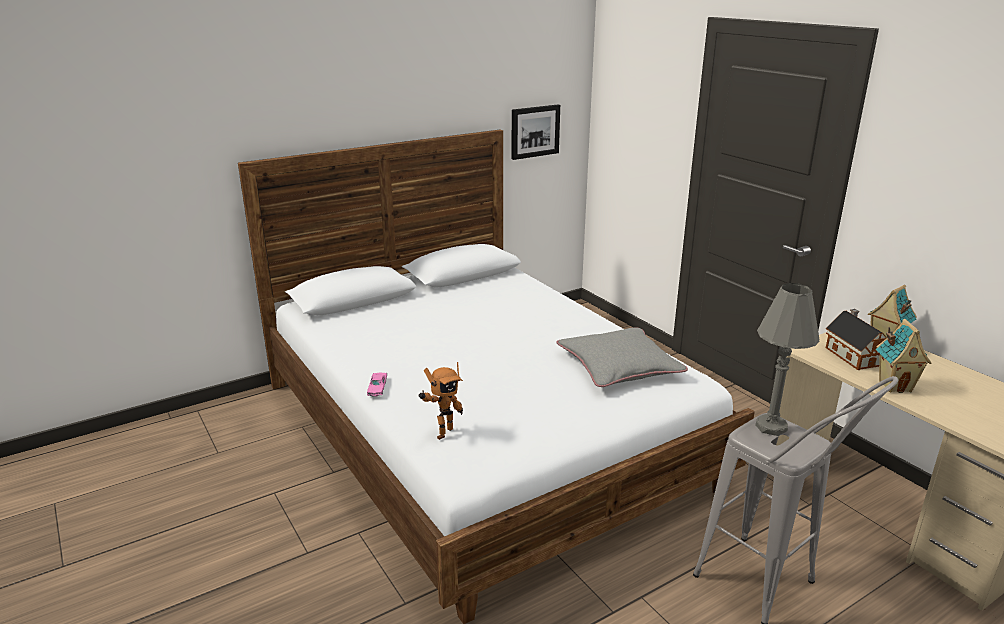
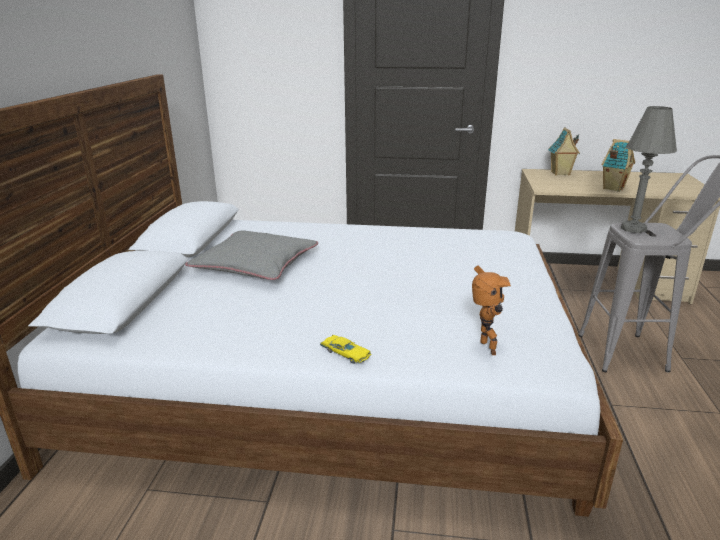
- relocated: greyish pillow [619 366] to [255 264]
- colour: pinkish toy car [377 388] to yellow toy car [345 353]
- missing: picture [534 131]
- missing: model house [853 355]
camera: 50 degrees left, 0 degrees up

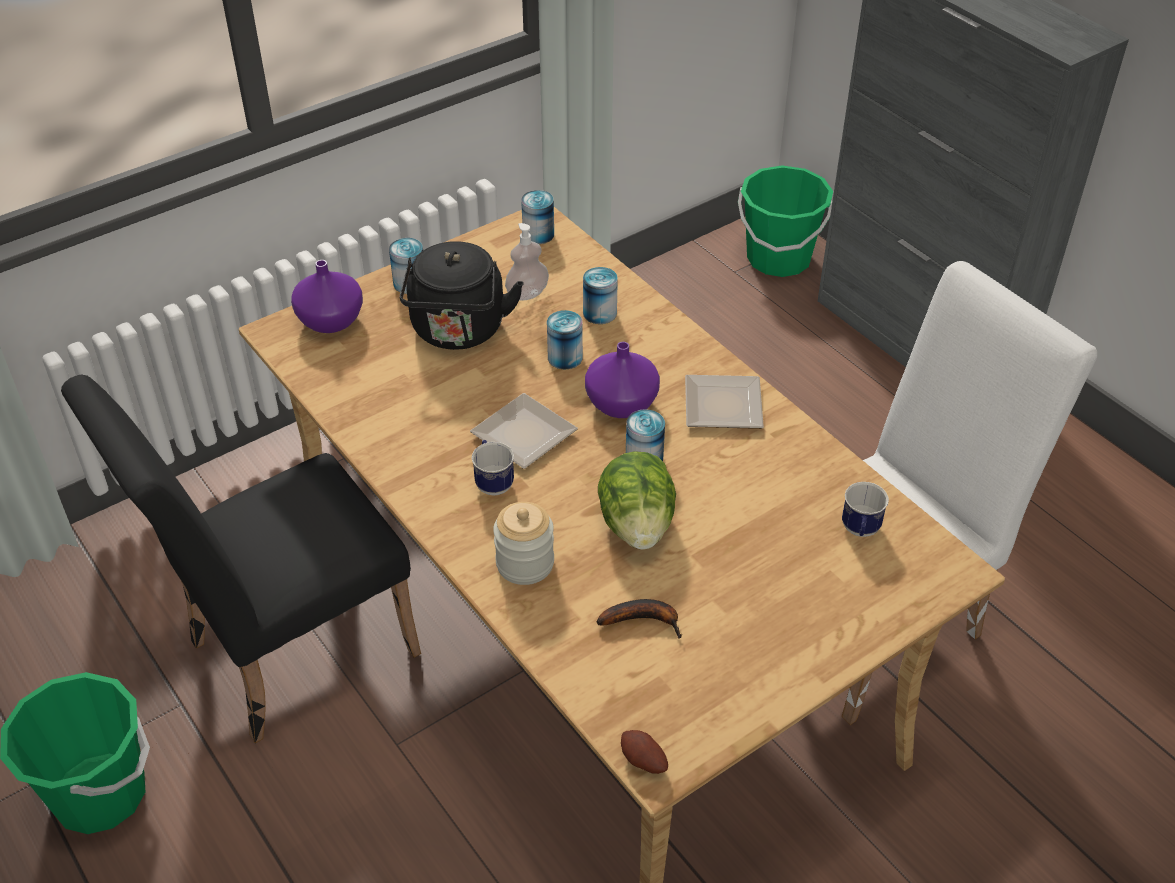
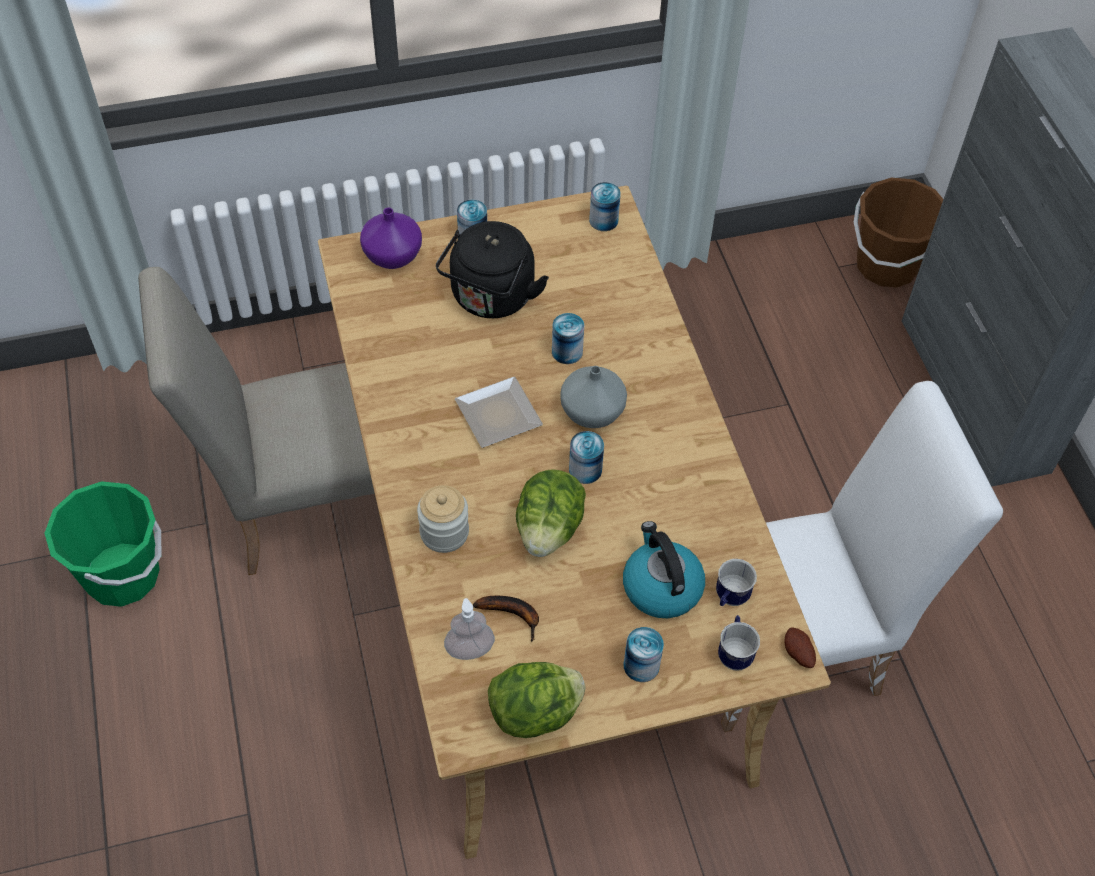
- colour: black-coloured plain chair [287 654] to beige plain chair [301 508]
- relocated: soap bottle [527 293] to [469 649]
- appeared: head of lettuce [536 713]
- colour: purple-coloured decorative vase [620 403] to greyish decorative vase [592 410]
- appeared: water kettle [661 587]
- relocated: can [600 313] to [641 665]
- relocated: tea mug [493 482] to [734 652]
- relocated: potato [642 762] to [797 654]
- colour: green water bucket [778 259] to brown water bucket [886 265]
- missing: dinner plate [720 408]
camera: 20 degrees right, 10 degrees up

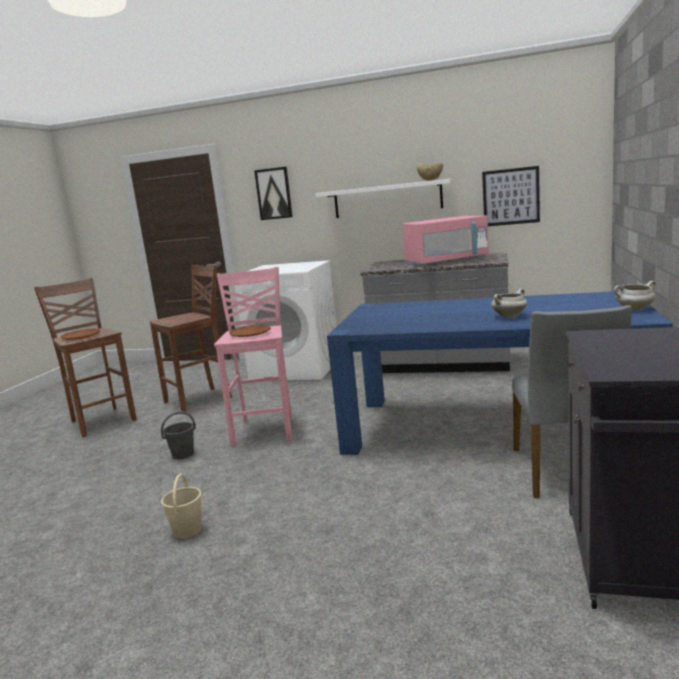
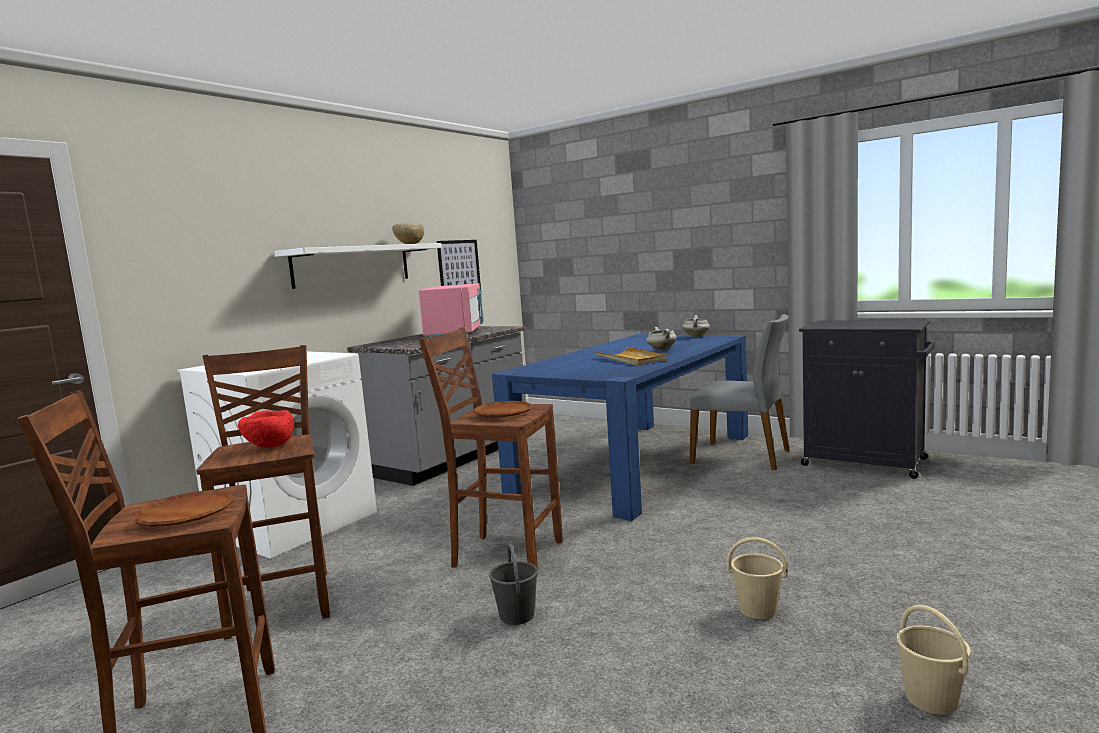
- appeared: reddish deep dish [269 447]
- colour: pinkish stool seat [265 429] to brown stool seat [505 554]
- appeared: beige tray [631 359]
- appeared: beige water bucket [930 699]
- missing: picture [274 193]
camera: 70 degrees left, 5 degrees down

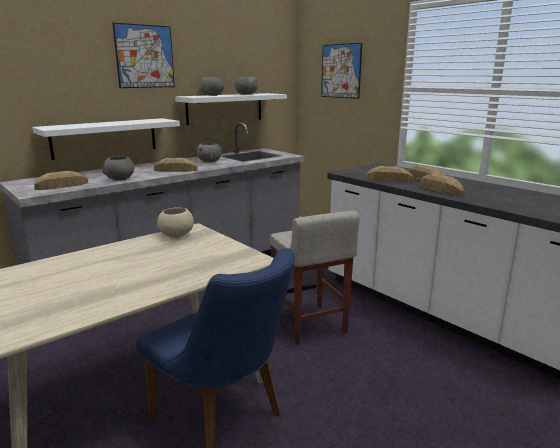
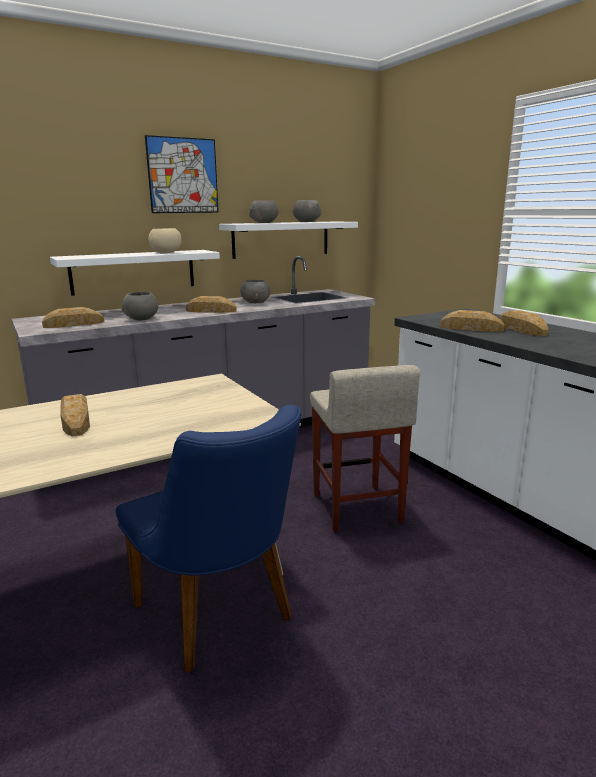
- relocated: bread [440 189] to [76 421]
- relocated: beige deep dish [176 235] to [165 253]
- missing: picture [341 71]
camera: 10 degrees right, 0 degrees up

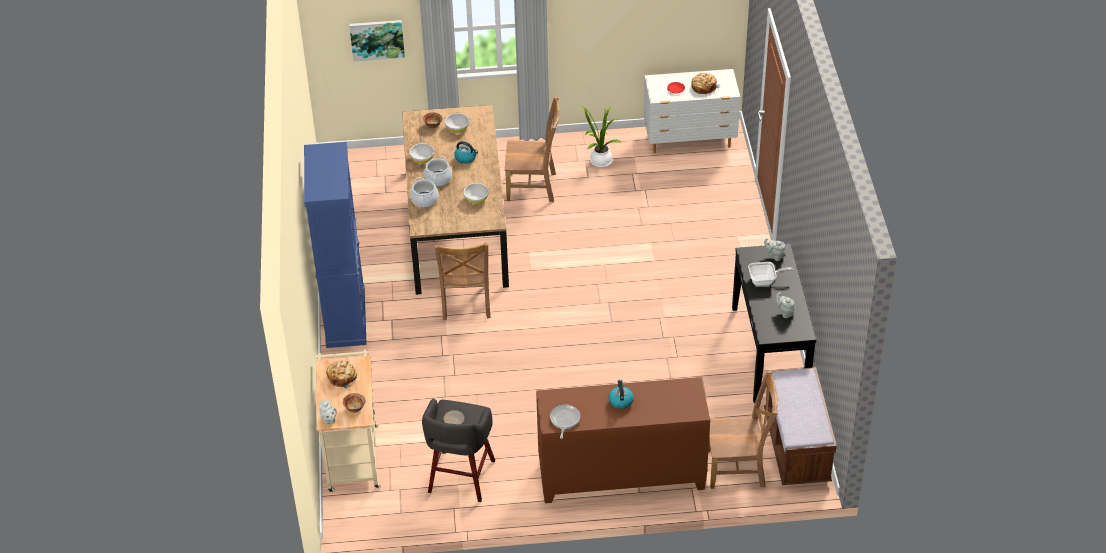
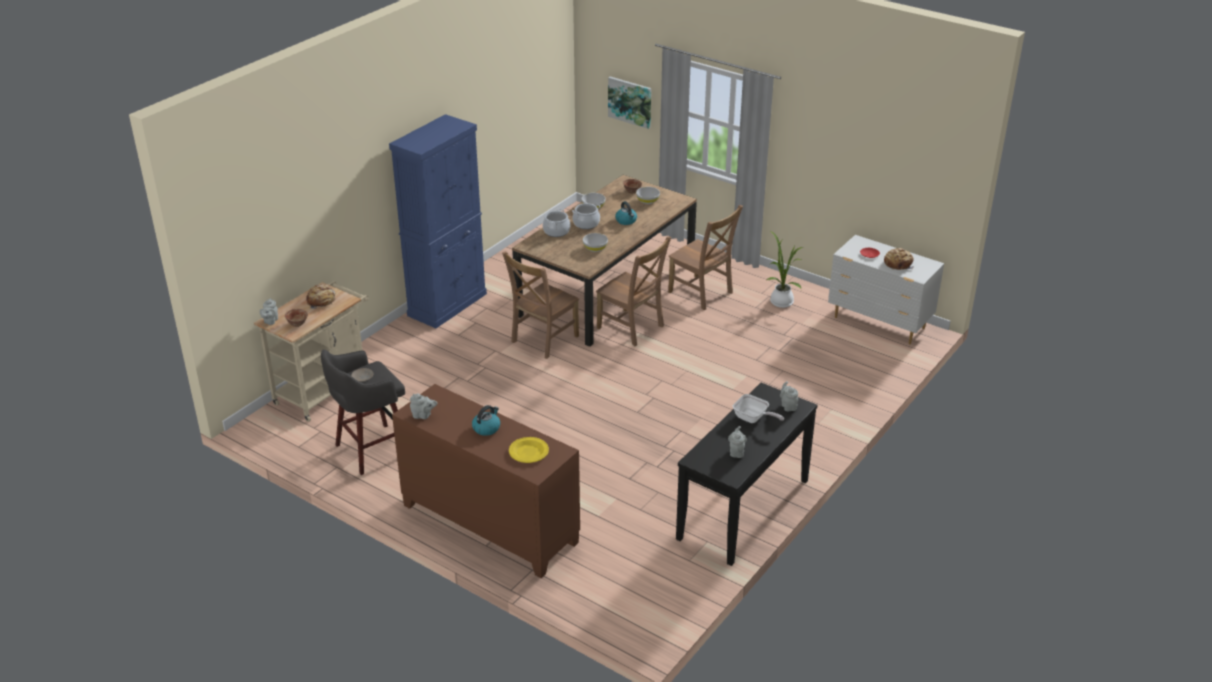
- exchanged: pan [564 420] to greyish teapot [423 415]
- appeared: yellow dinner plate [528 452]
- relocated: brown plain chair [738 468] to [632 328]
- missing: brown bench [797 448]
camera: 40 degrees right, 10 degrees down

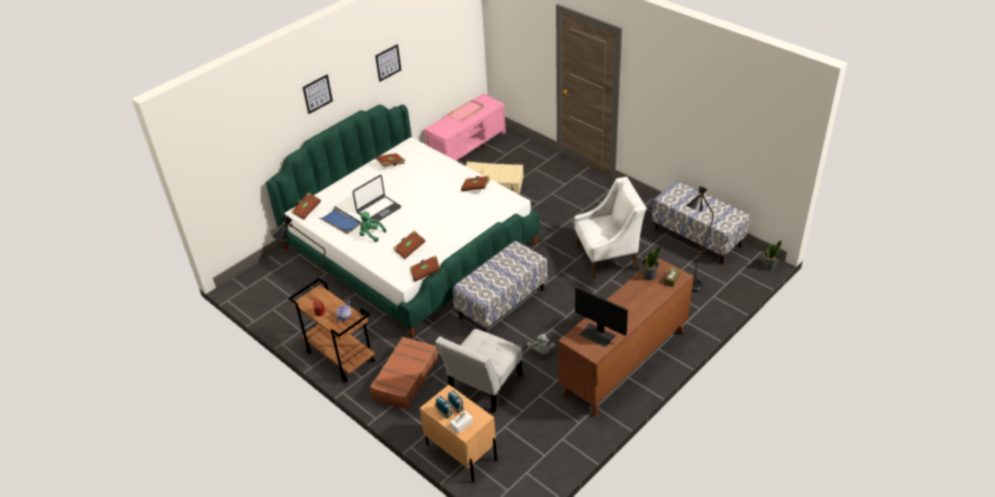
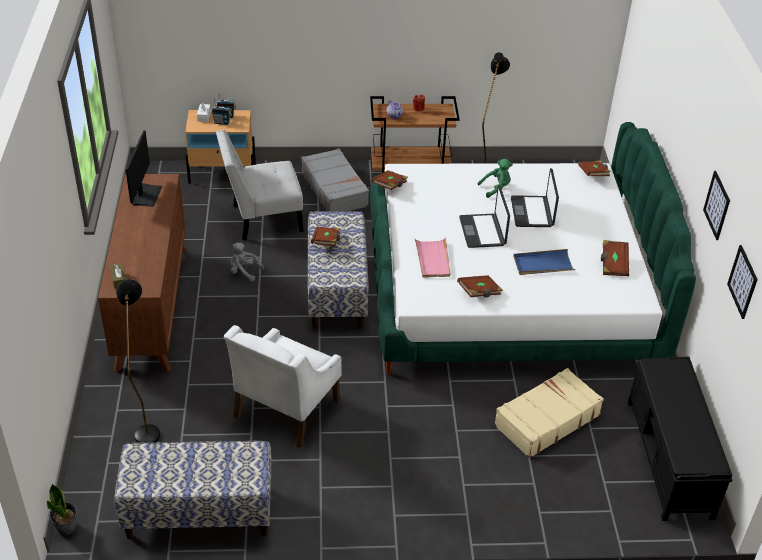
- spun: computer display [598 334] = [146 195] 105 degrees clockwise
- spun: whitish plain chair [483 386] = [262 219] 90 degrees counterclockwise
- colour: brown travel case [405 378] to greyish travel case [335 189]
- relocated: brown volume [409 249] to [326 242]
- relocated: pinkish tray [466 112] to [432 259]
- appeared: portable computer [483 231]
- relocated: blue tray [341 222] to [543 264]
- colour: pinkish bench [467 146] to black-coloured bench [669 459]
- relocated: picture [317 94] to [742 281]
- missing: plant in a pot [648 275]
camera: 130 degrees right, 0 degrees up

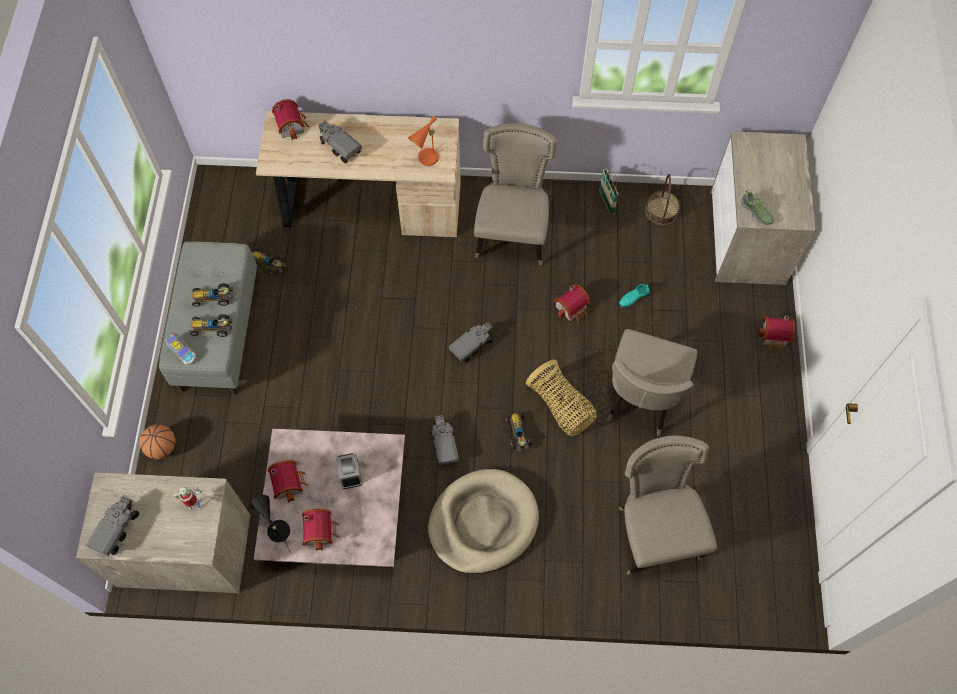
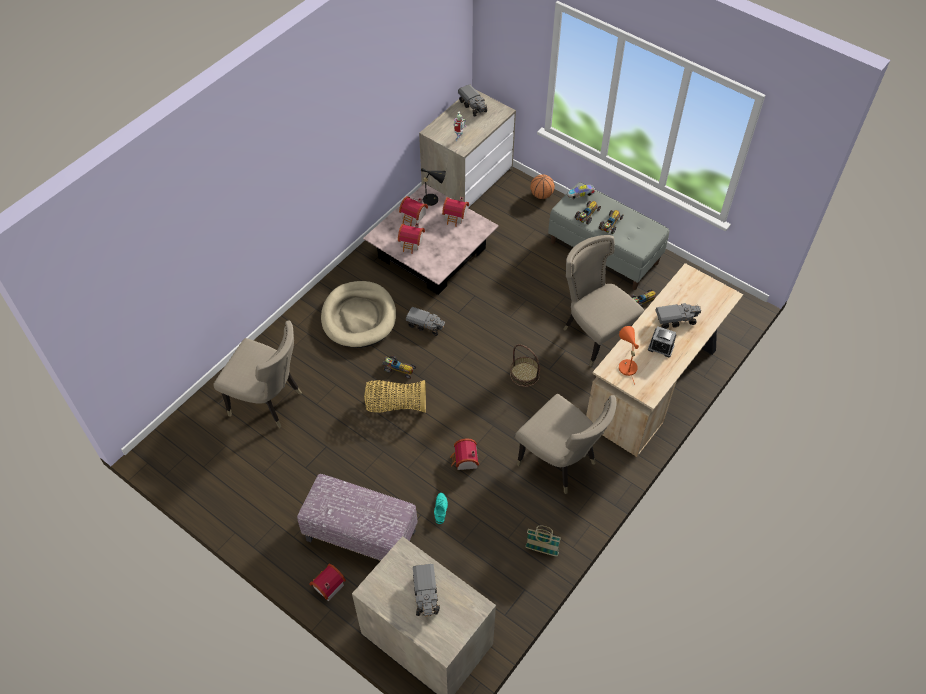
- appeared: footrest [362 535]
- relocated: model house [292 125] to [411 243]
- relocated: model truck [472 346] to [426 595]
- relocated: storage basket [661 211] to [524 374]
- relocated: beige plain chair [640 402] to [594 334]
- relocated: alarm clock [350 474] to [661 347]
- missing: shoe [756 212]
camera: 125 degrees right, 10 degrees down

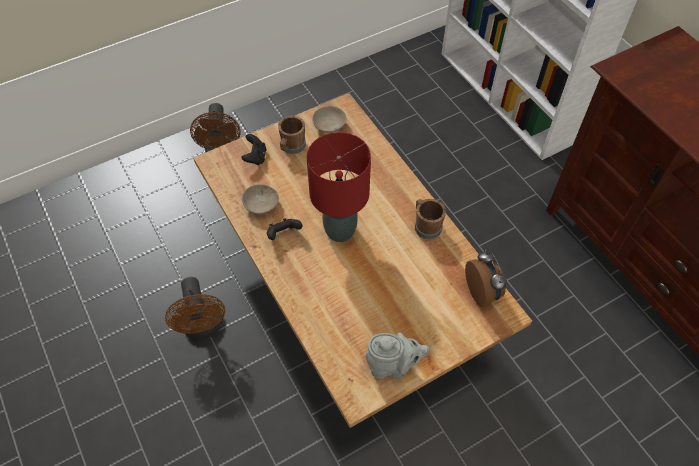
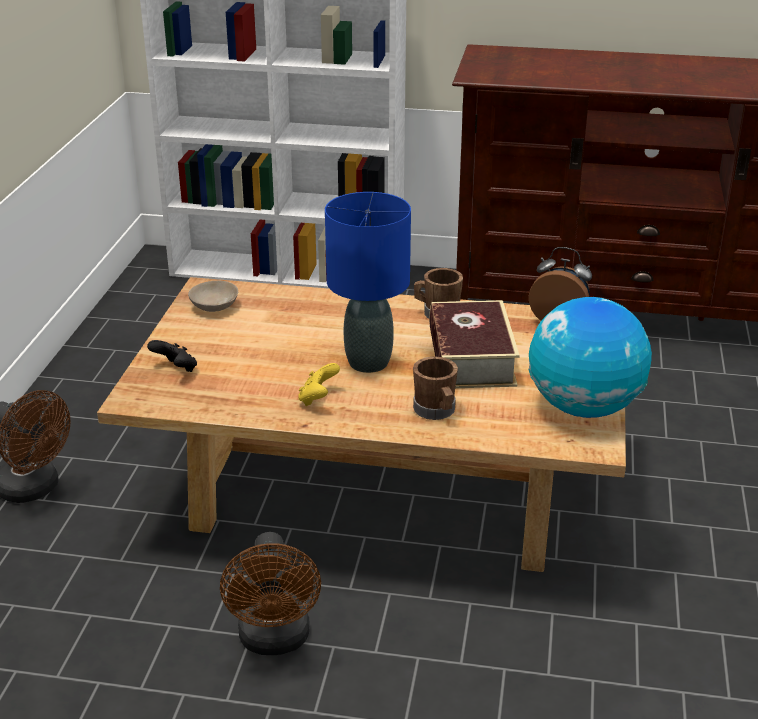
- spun: brown cooling fan [203 327] = [275 640] 60 degrees clockwise
- colour: black-coloured gamepad [283 234] to yellow gamepad [318 399]
- colour: reddish table lamp [340 230] to blue table lamp [368 362]
- relocated: brown tea mug [291 147] to [436 411]
- appeared: volume [471 358]
- exchanged: greyish teapot [392 366] to desk globe [583 407]
- missing: beige deep dish [260 205]
camera: 50 degrees left, 25 degrees down

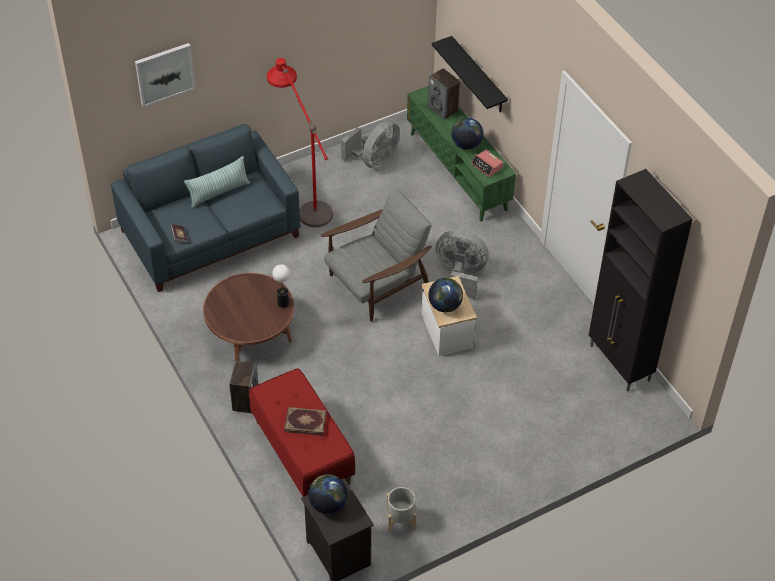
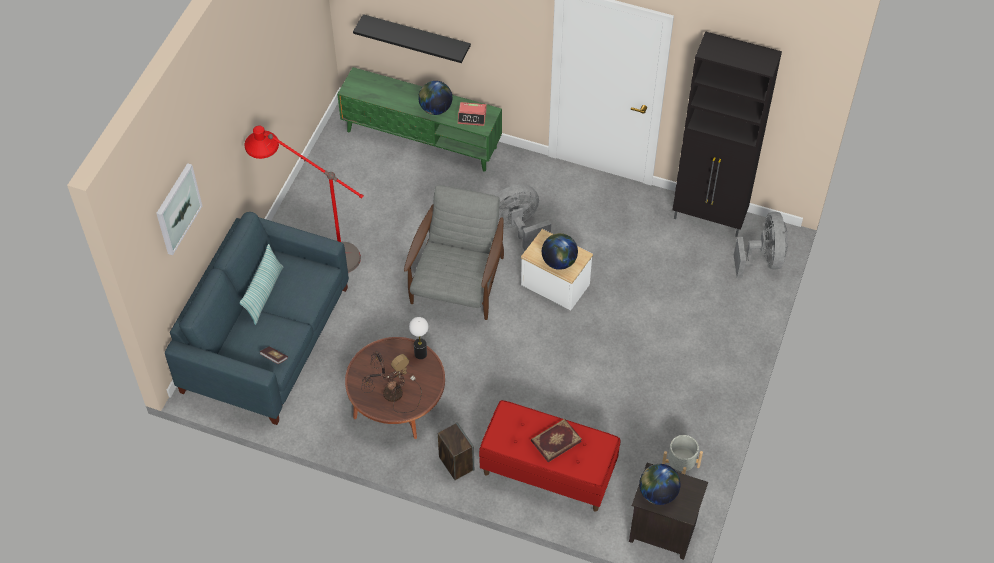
- appeared: table lamp [391 393]
- relocated: greyish cooling fan [374 160] to [763 259]
- missing: loudspeaker [443 109]
camera: 40 degrees left, 5 degrees up

